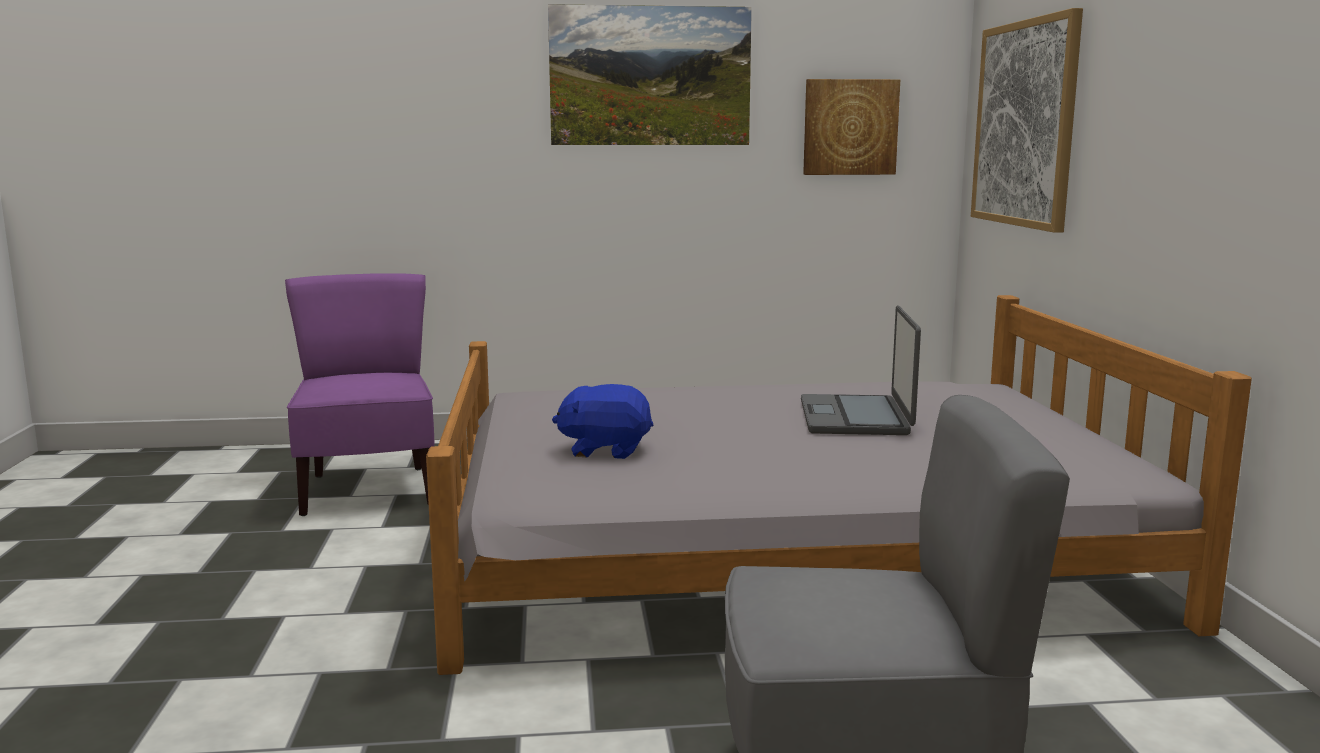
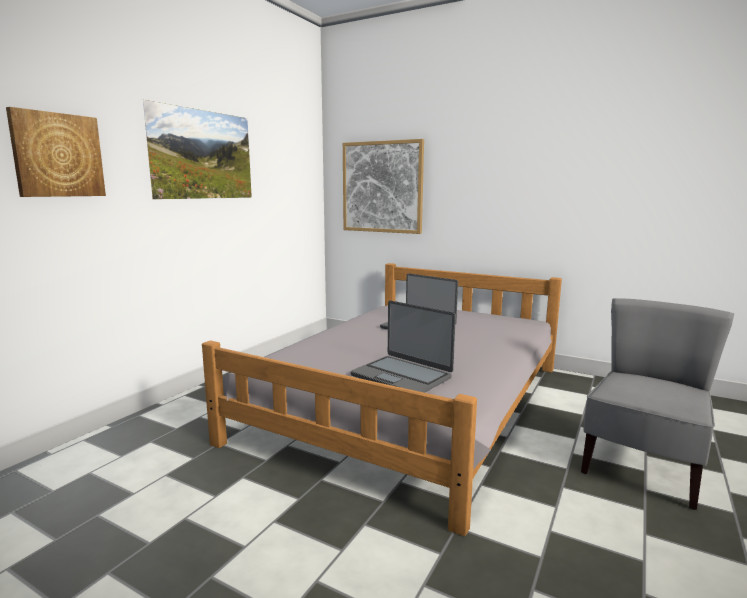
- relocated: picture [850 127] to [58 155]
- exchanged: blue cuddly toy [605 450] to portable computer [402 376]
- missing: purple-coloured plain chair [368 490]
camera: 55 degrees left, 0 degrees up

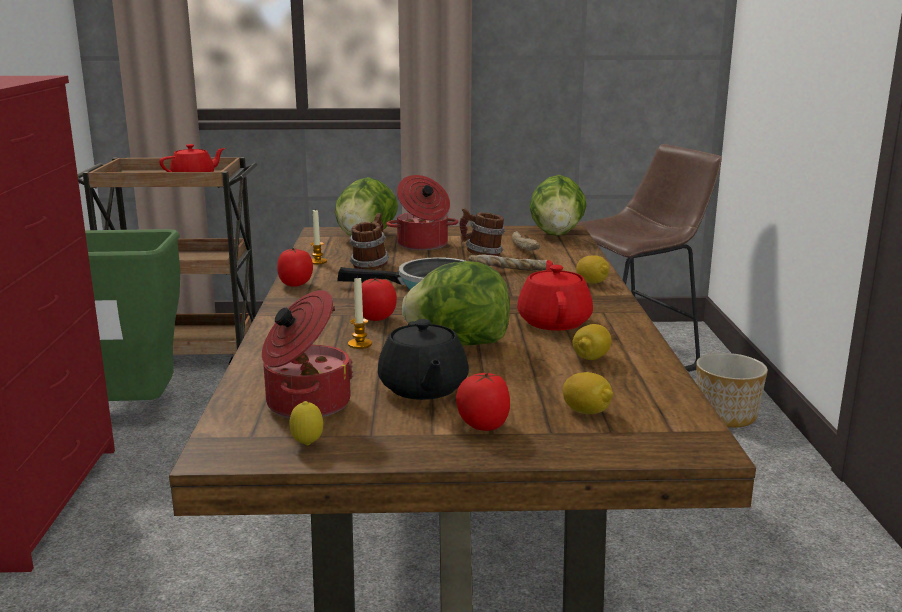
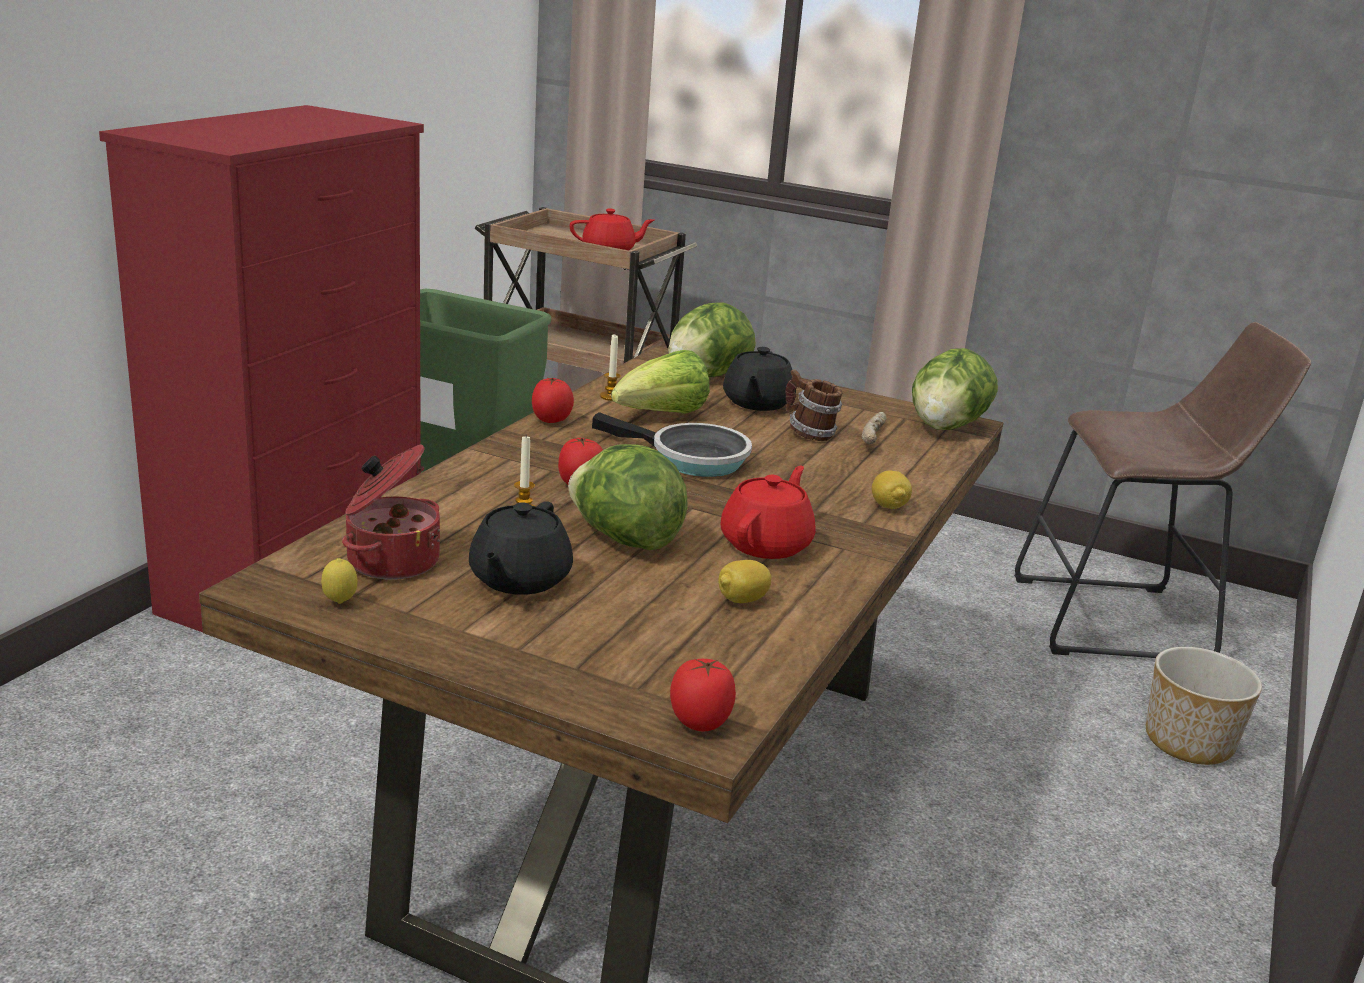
- exchanged: tea mug [370 265] to head of lettuce [661 416]
- relocated: tomato [483 426] to [699 722]
- exchanged: cooking pot [422 245] to black-coloured teapot [757 403]
- missing: bread [511 271]
- missing: citrus fruit [586 411]
camera: 25 degrees right, 5 degrees up

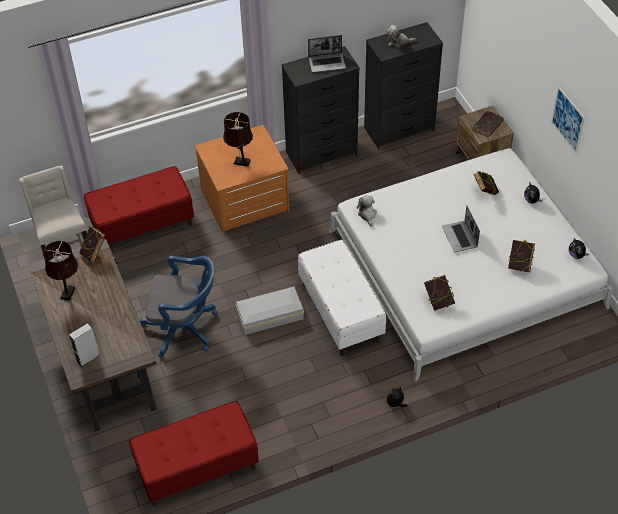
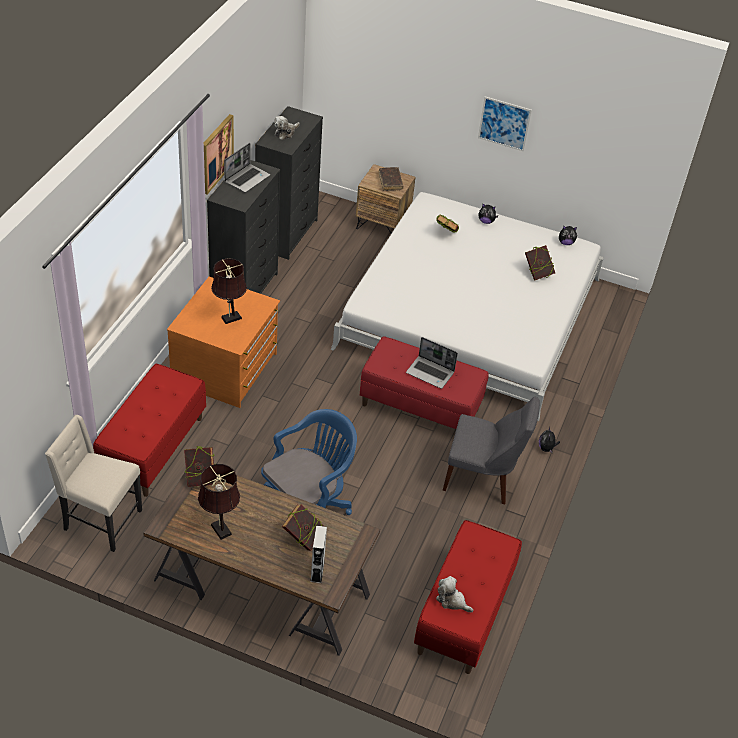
- appeared: picture [216 153]
- relocated: volume [438 301] to [303 538]
- colour: whitish bench [341 312] to reddish bench [420 407]
- relocated: portable computer [460 237] to [430 373]
- relocated: cuddly toy [367 215] to [452 601]
- appeared: greyish plain chair [482 479]
- missing: whitish storage container [269 315]
camera: 50 degrees left, 5 degrees down

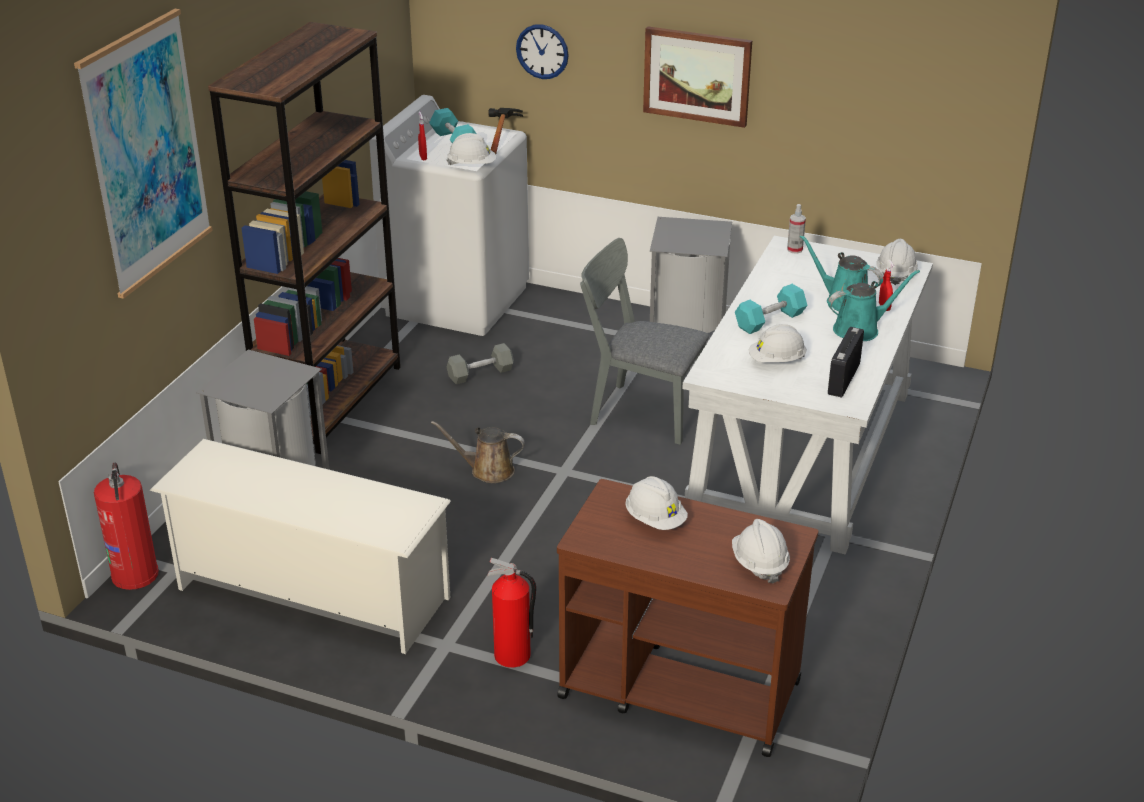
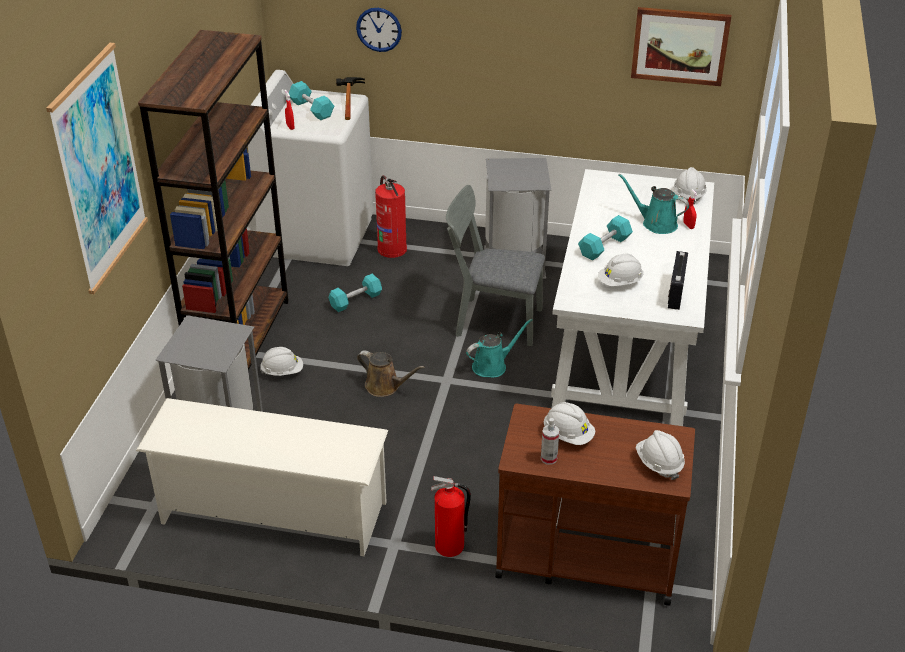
- relocated: whitish work helmet [472 165] to [282 371]
- colour: greyish hand weight [480 374] to turquoise hand weight [355 300]
- spun: brown watering pot [487 470] = [385 386] 150 degrees counterclockwise
- relocated: fire extinguisher [135 573] to [391 248]
- relocated: turquoise watering pot [860 329] to [492 366]
- relocated: spray bottle [794 249] to [549 458]
- relocated: picture [697 76] to [680 46]
camera: 10 degrees left, 5 degrees up

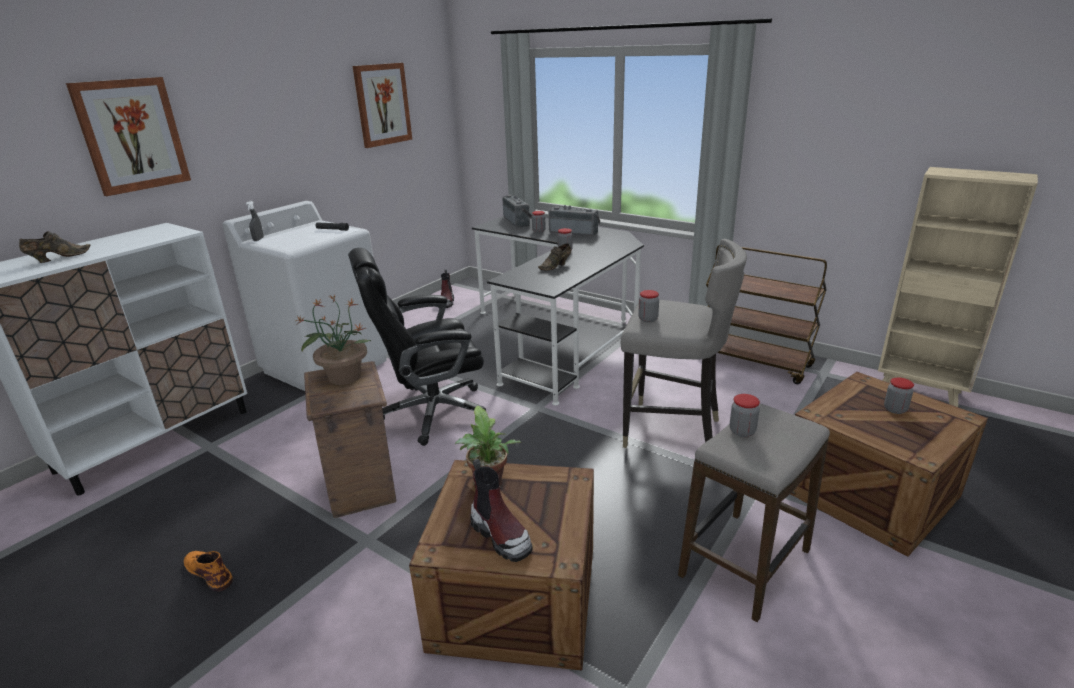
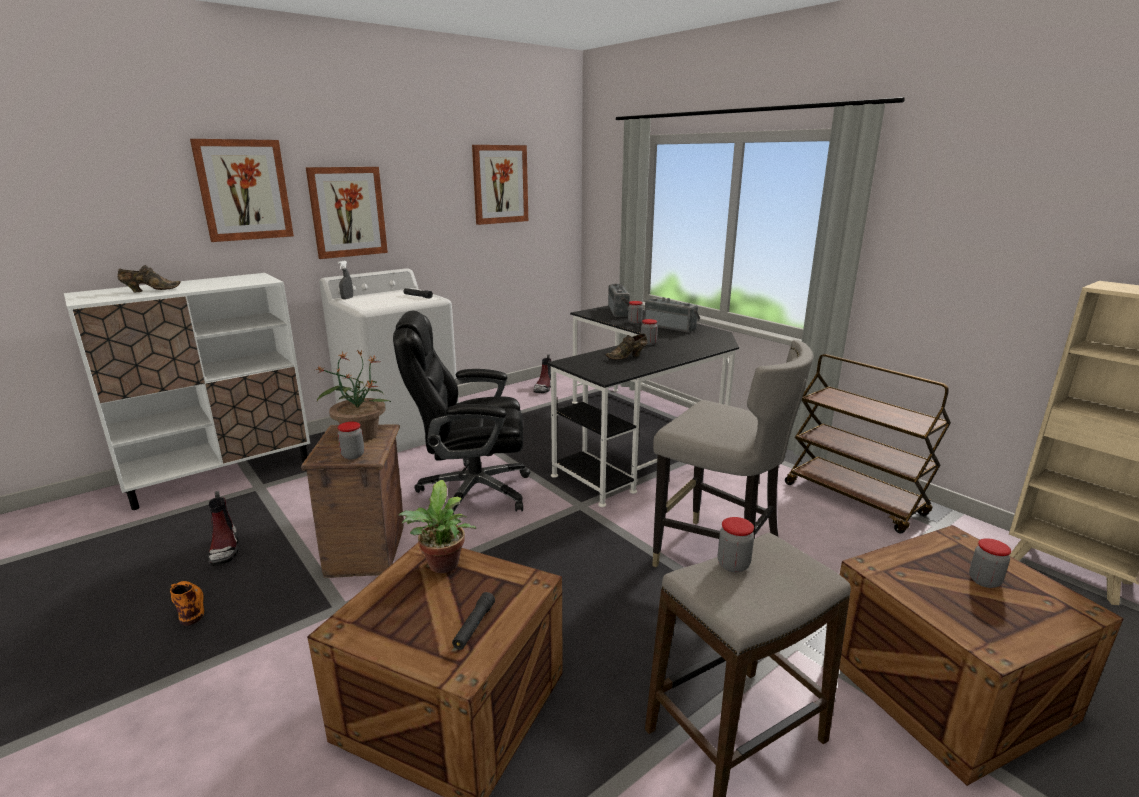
- relocated: tall boot [501 535] to [225 549]
- appeared: picture [348 212]
- relocated: preserve jar [648 319] to [353 455]
- appeared: black-coloured torch [474 626]
camera: 15 degrees right, 5 degrees down

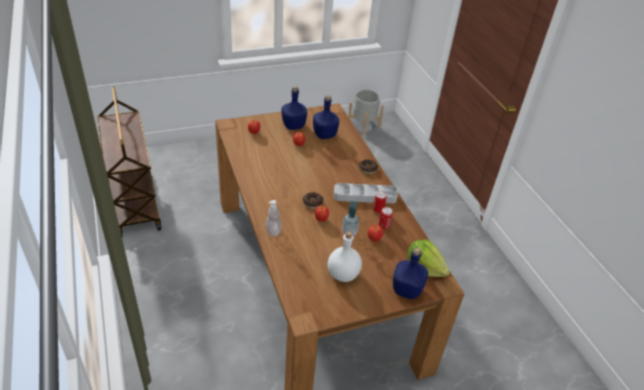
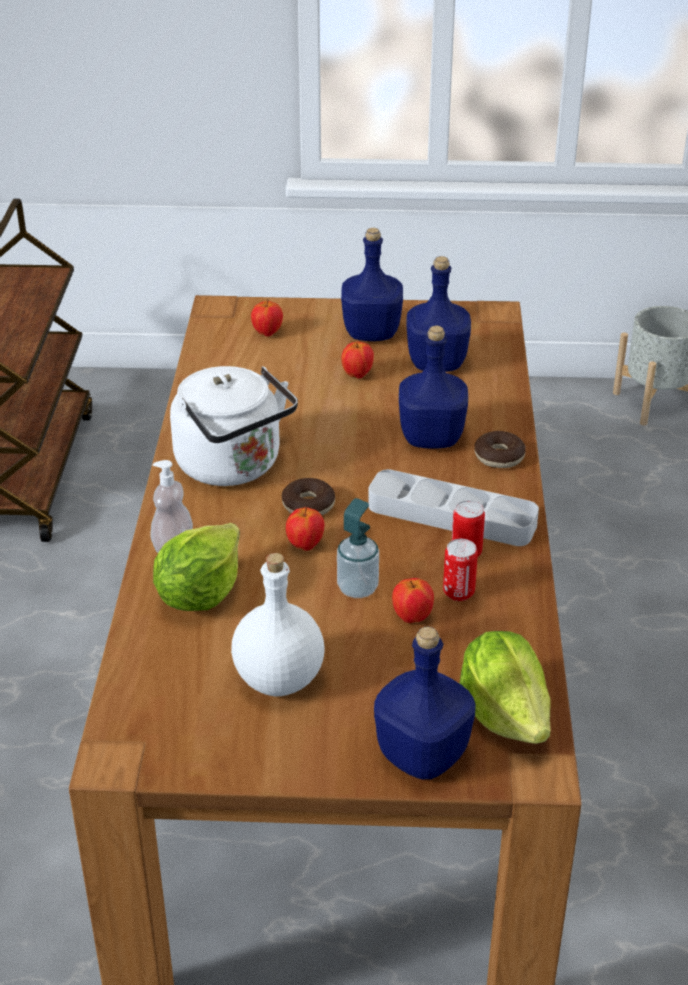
- appeared: head of lettuce [200 594]
- appeared: whitish water kettle [233 467]
- appeared: blue drink bottle [430 438]
camera: 25 degrees right, 5 degrees down

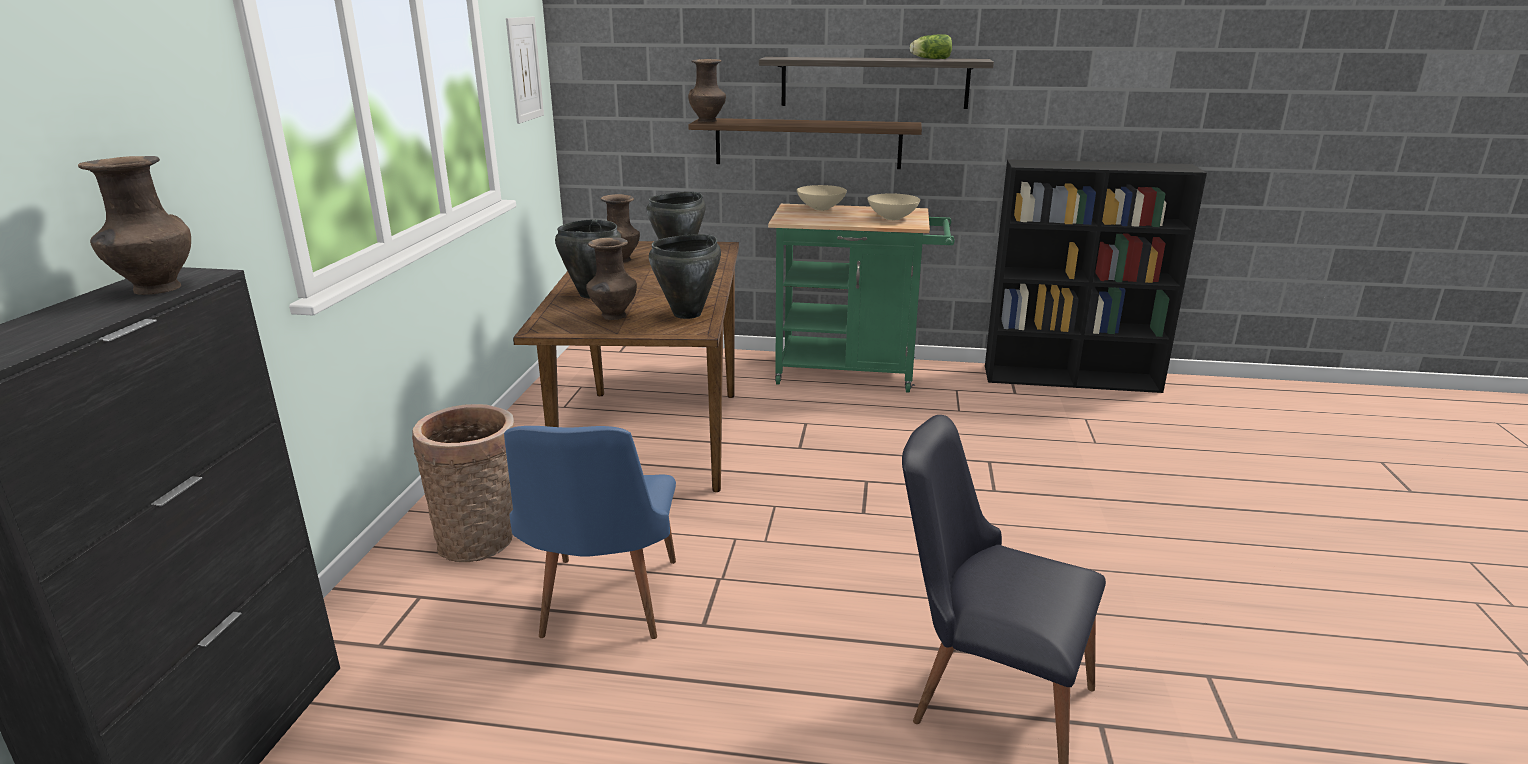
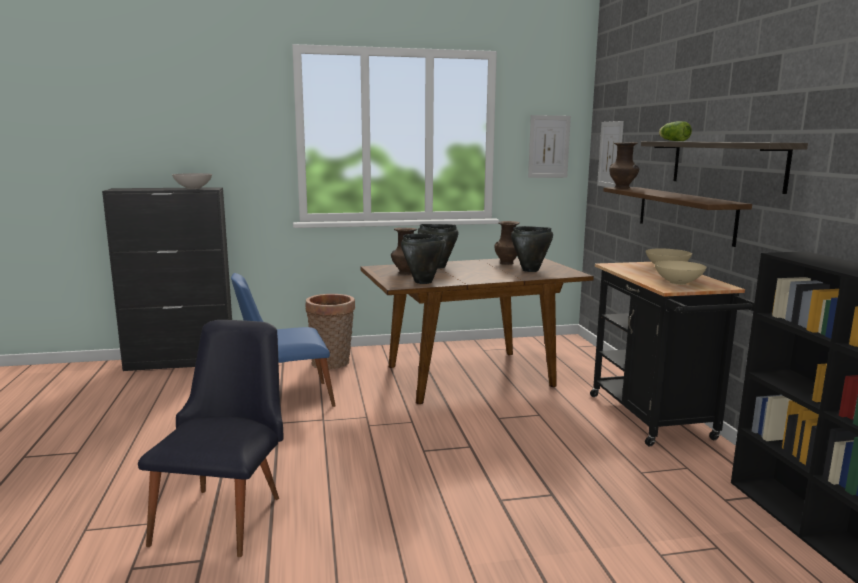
- exchanged: brown decorative vase [155 289] to whitish deep dish [192 188]
- colour: green wheeled cart [855 373] to black-coloured wheeled cart [655 420]
- appeared: picture [610 154]
- relocated: head of lettuce [929 59] to [672 141]
camera: 70 degrees right, 10 degrees down

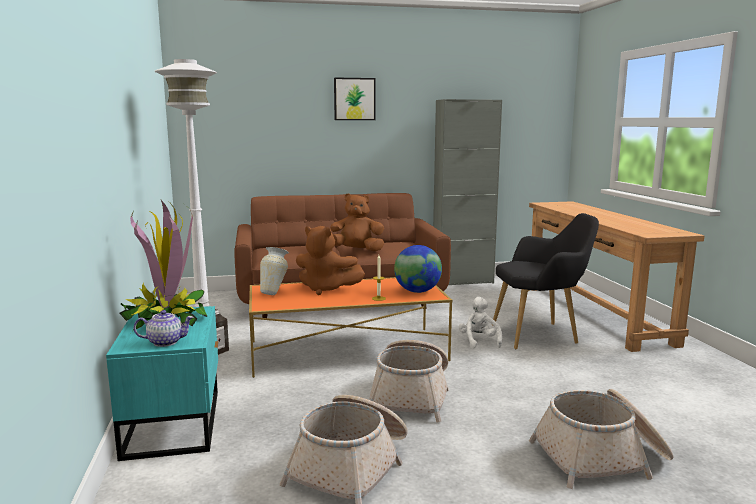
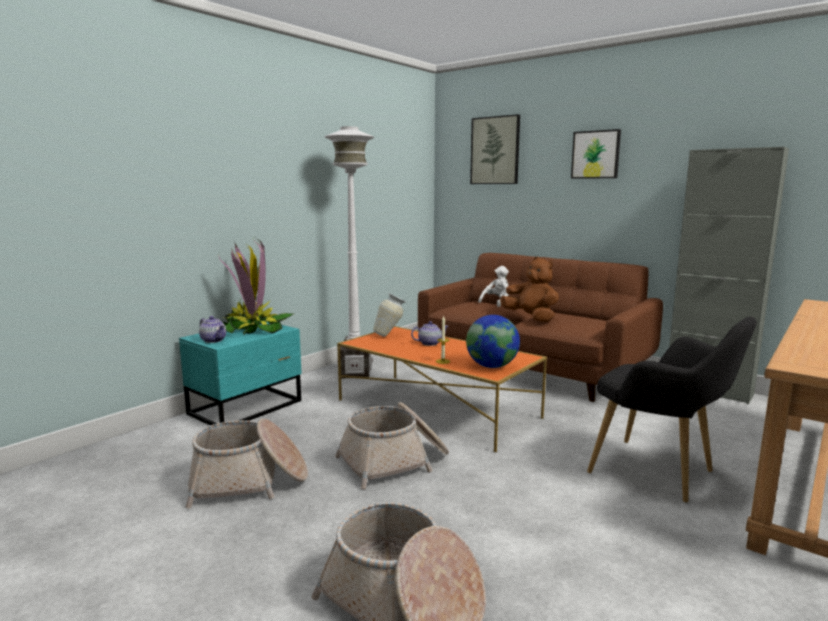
- exchanged: brown cuddly toy [326 289] to teapot [430 343]
- appeared: picture [495 150]
- relocated: whitish cuddly toy [479 341] to [496 302]
camera: 50 degrees right, 0 degrees up

